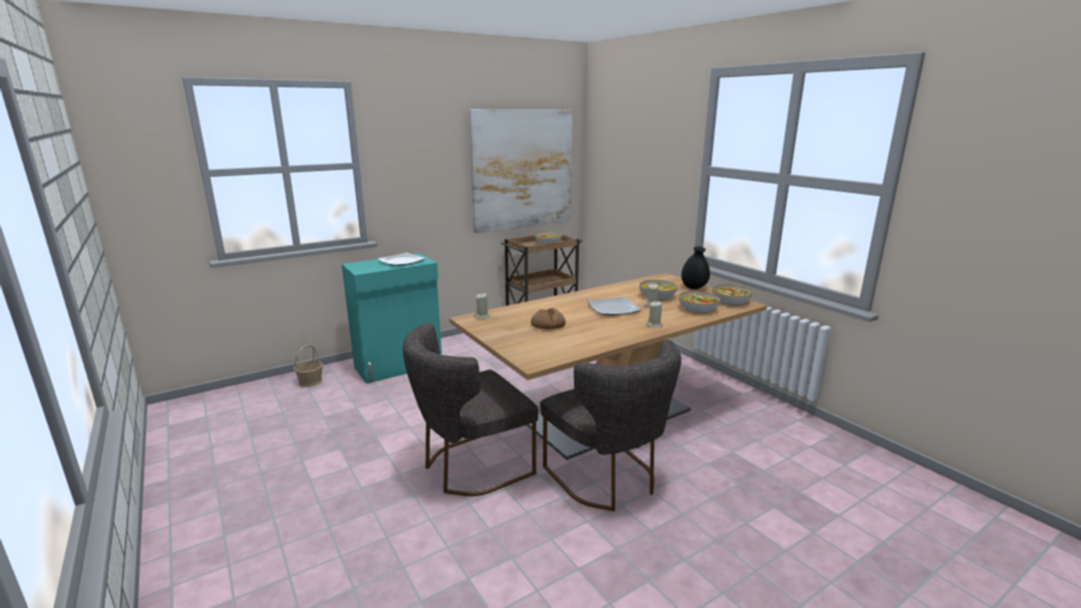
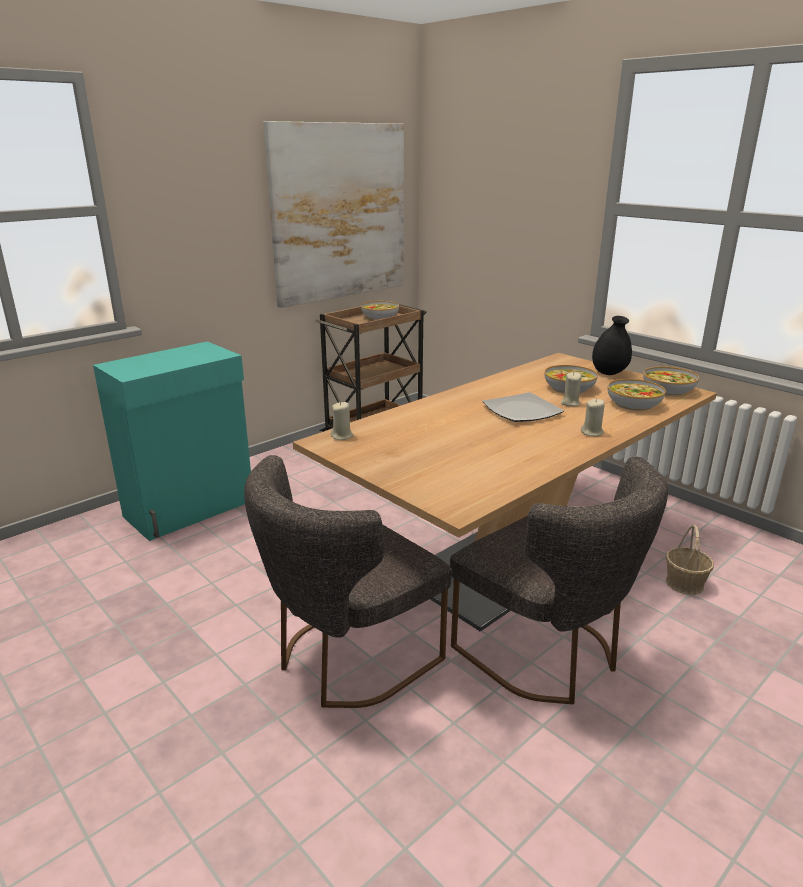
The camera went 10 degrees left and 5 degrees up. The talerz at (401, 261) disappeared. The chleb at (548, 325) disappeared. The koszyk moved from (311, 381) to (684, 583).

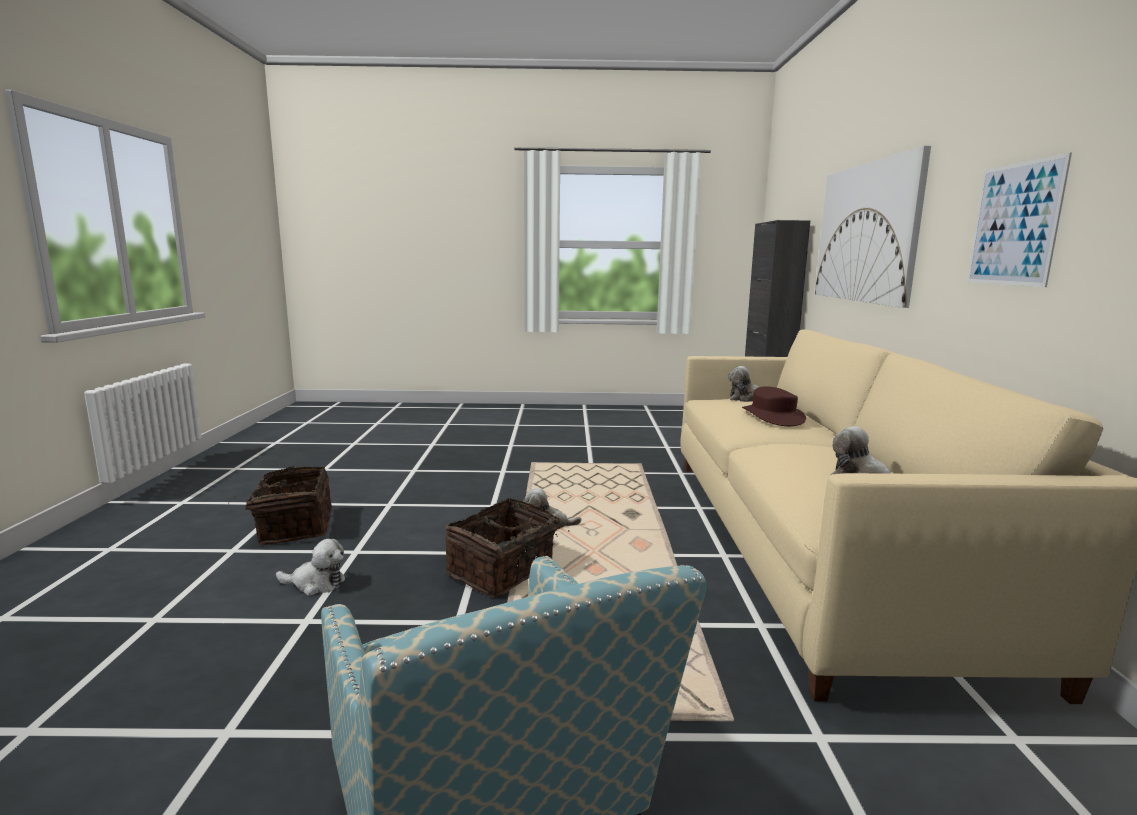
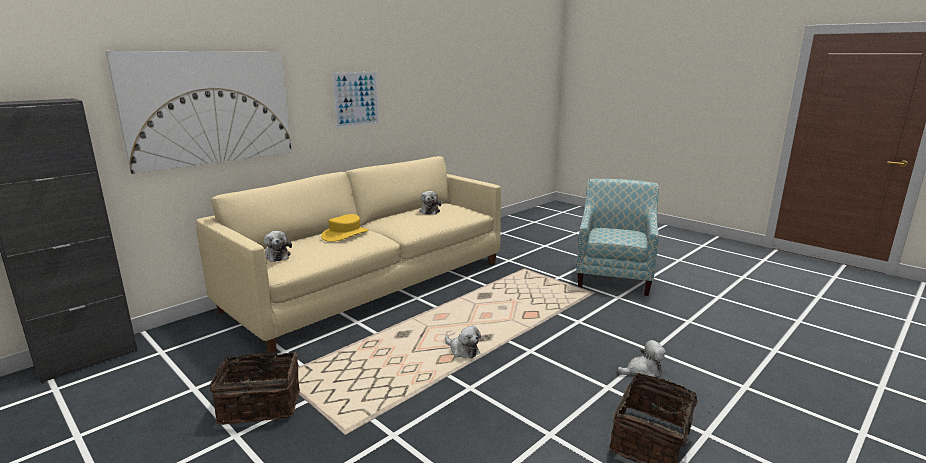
The camera went 135 degrees left and 5 degrees up. The kapelusz [brązowy] at (773, 416) became the kapelusz [żółty] at (345, 234). The koszyk moved from (503, 571) to (261, 405). The pluszak at (316, 584) turned 120 degrees clockwise.

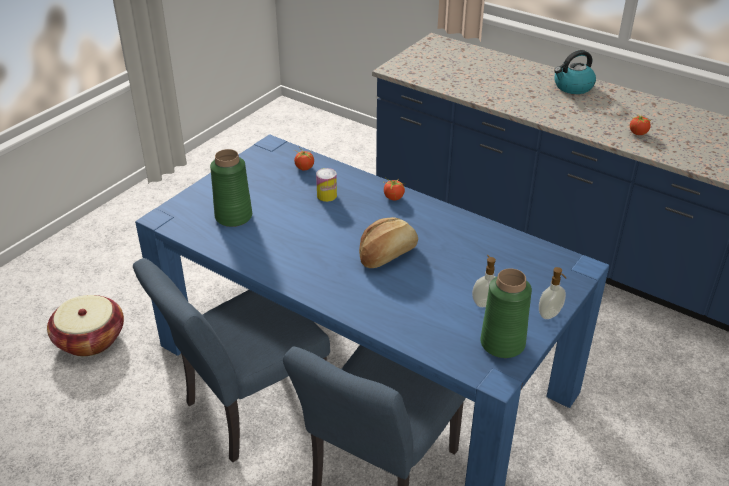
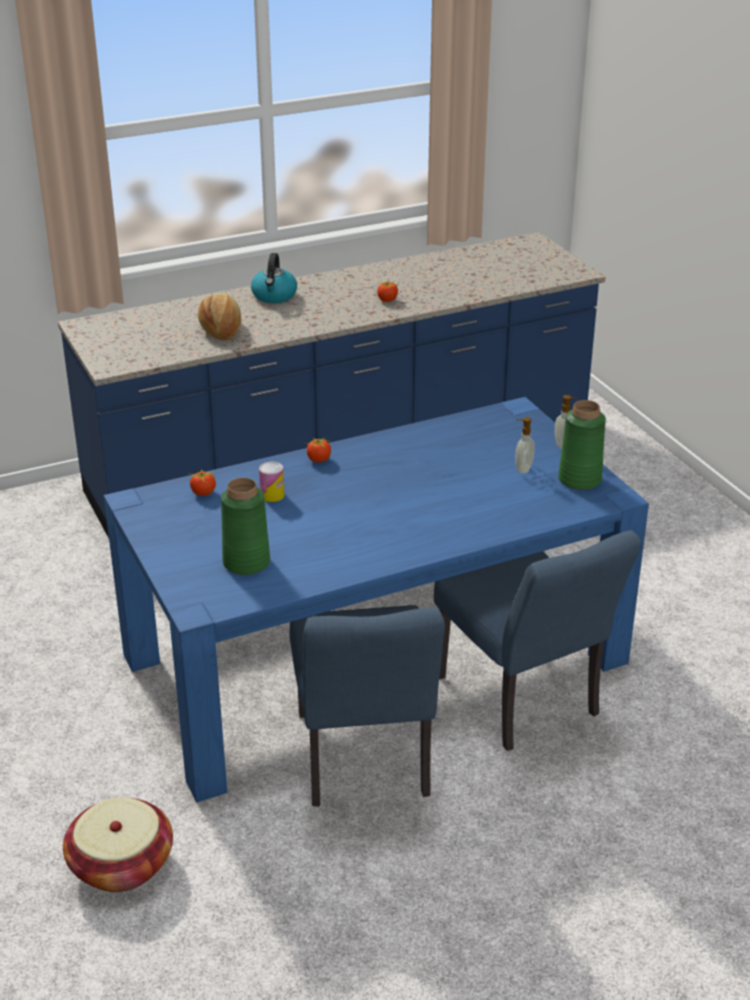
The camera went 60 degrees left and 5 degrees down. The chleb moved from (387, 254) to (221, 329).

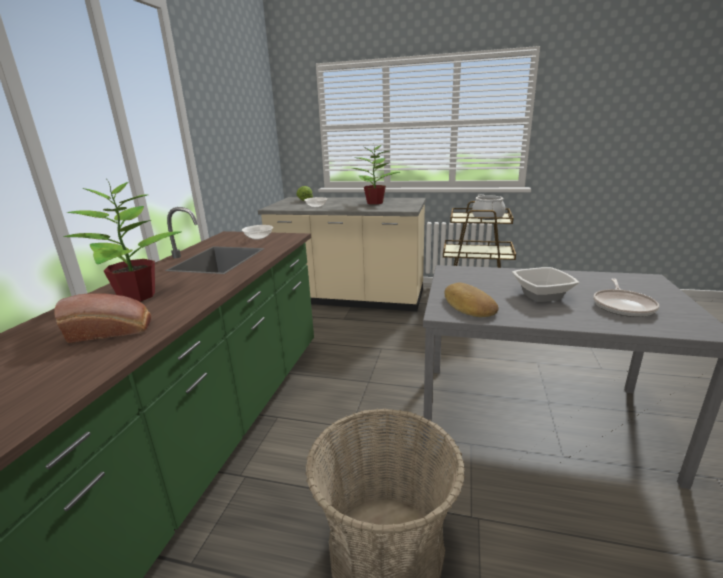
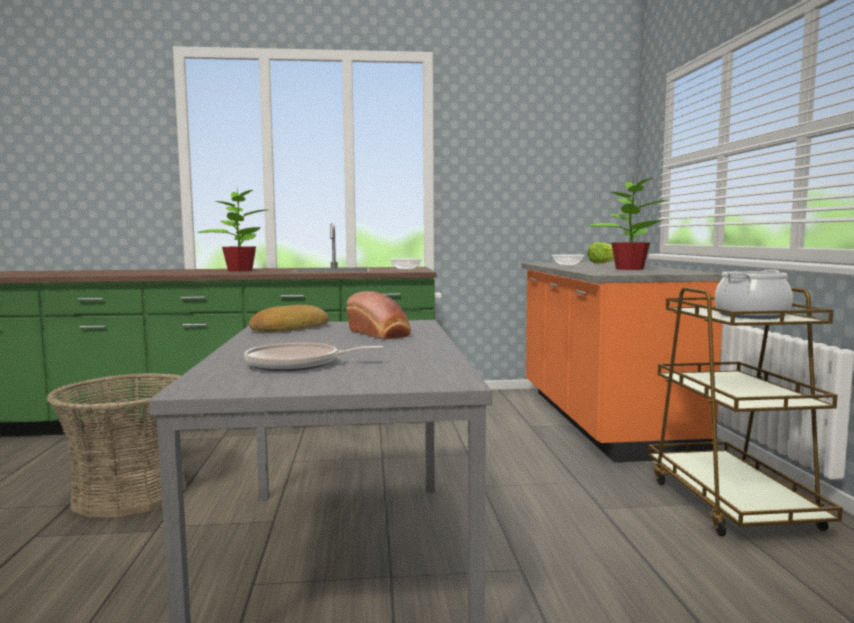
The camera went 70 degrees right and 15 degrees down. The zabudowa kuchenna [beżowy] at (349, 298) became the zabudowa kuchenna [pomarańczowy] at (600, 420). The miska at (542, 296) disappeared. The chleb moved from (113, 331) to (380, 334).

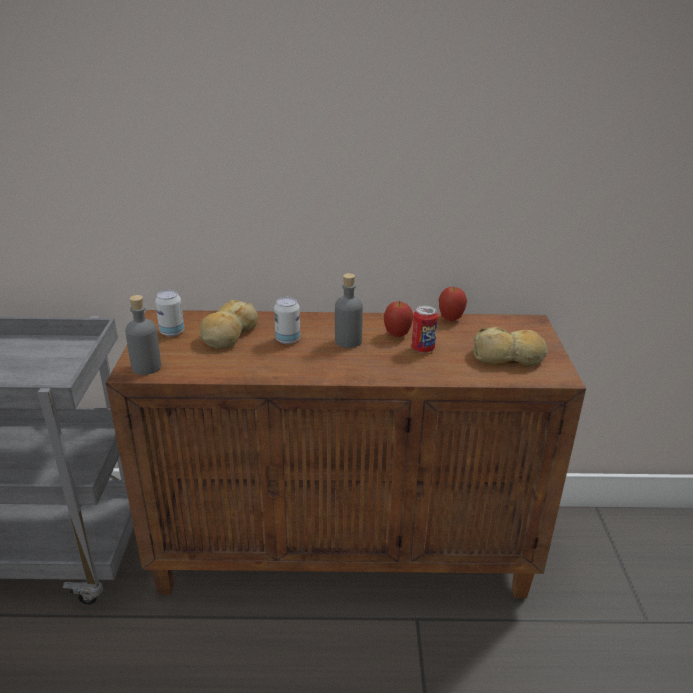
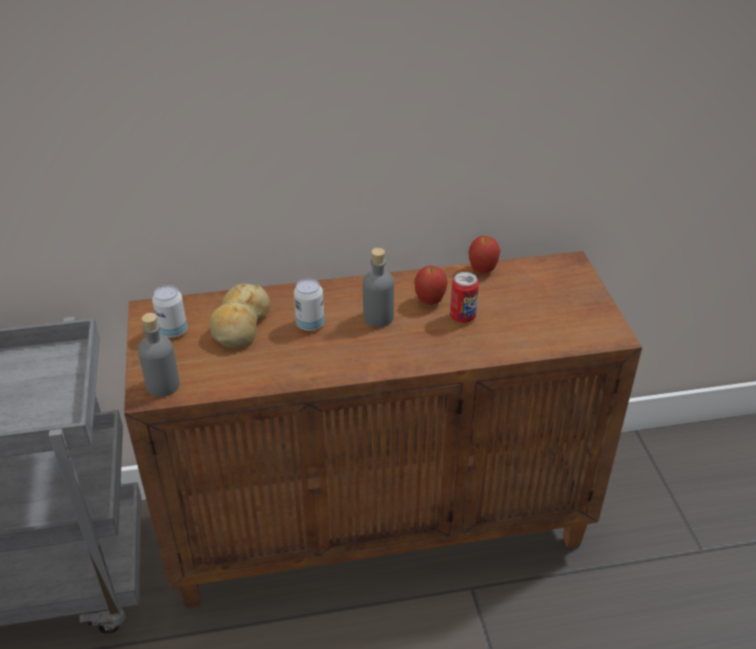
The camera went 10 degrees left and 10 degrees up. The chleb at (509, 357) disappeared.

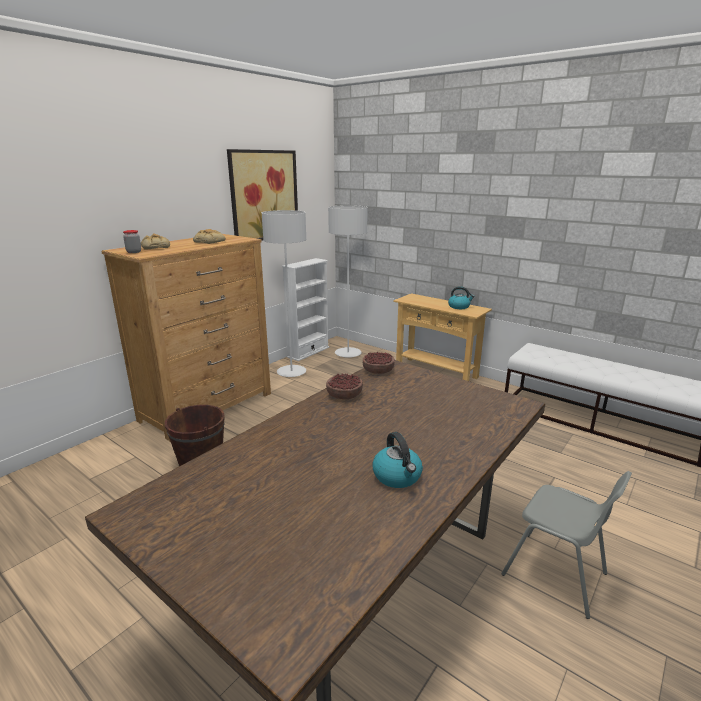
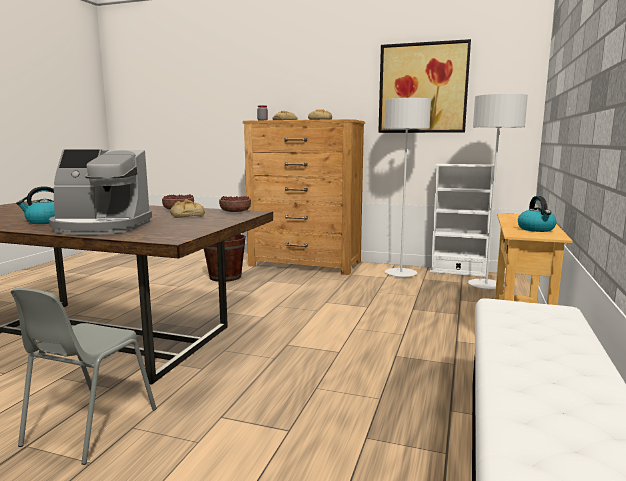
The camera went 70 degrees right and 10 degrees down. The ekspres do kawy at (101, 227) appeared. The chleb at (187, 215) appeared.

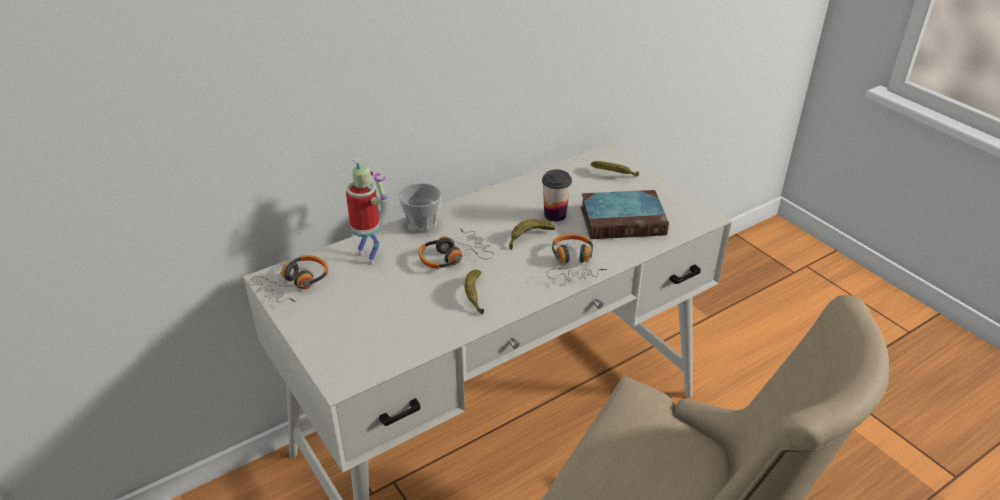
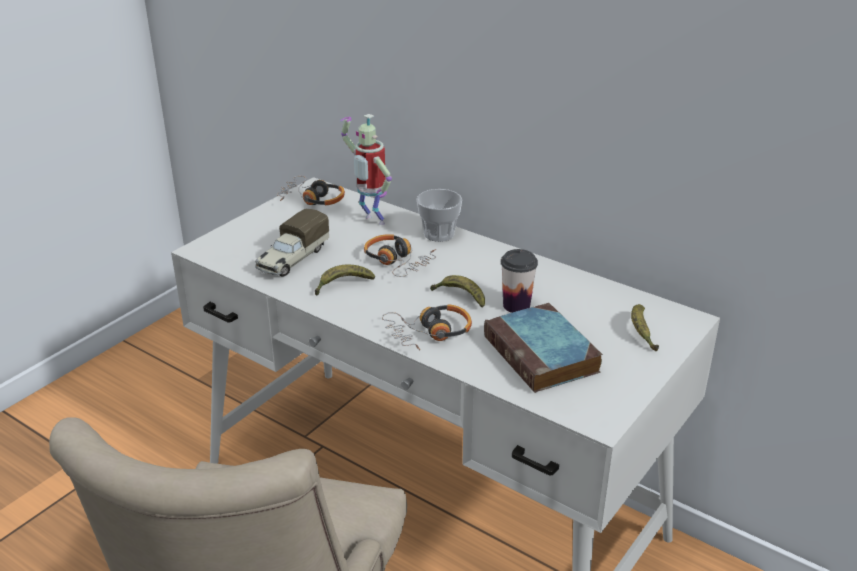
The camera went 70 degrees right and 5 degrees down. The robot zabawkowy at (370, 257) turned 105 degrees clockwise. The ciężarówka zabawkowa at (292, 259) appeared.

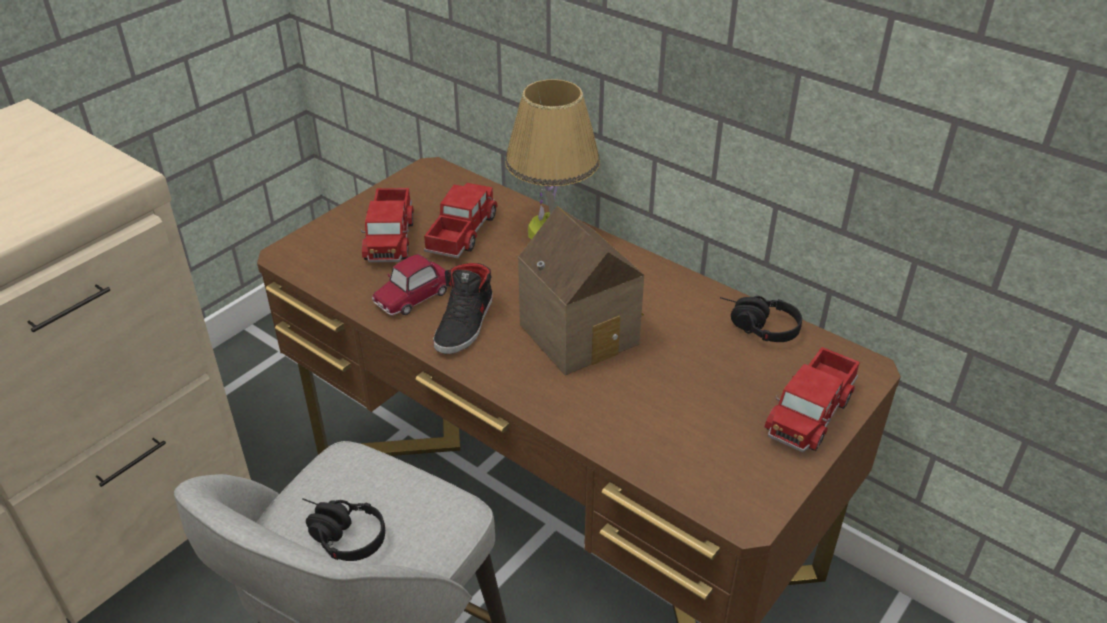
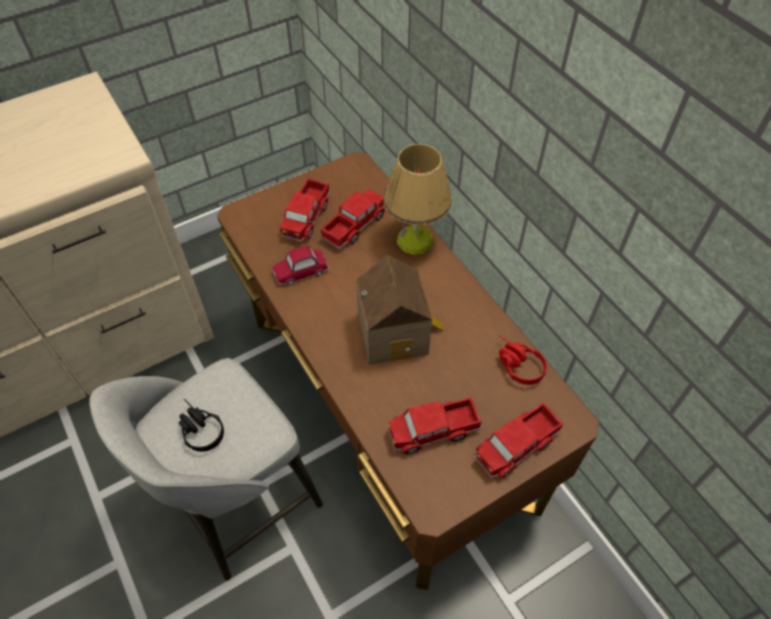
The camera went 20 degrees right and 15 degrees up. The but [czarny] at (465, 324) disappeared. The słuchawki [czarny] at (756, 327) became the słuchawki [czerwony] at (515, 364). The ciężarówka zabawkowa at (433, 431) appeared.

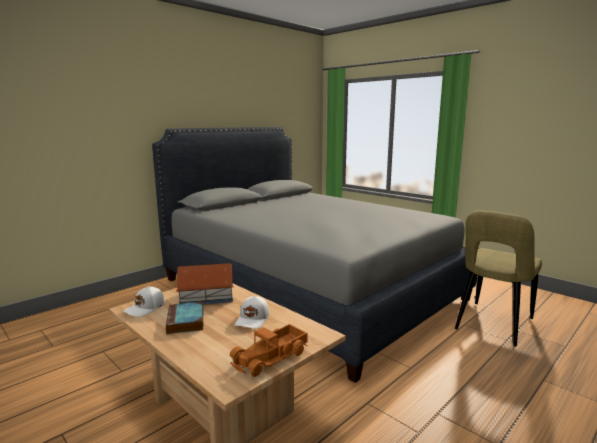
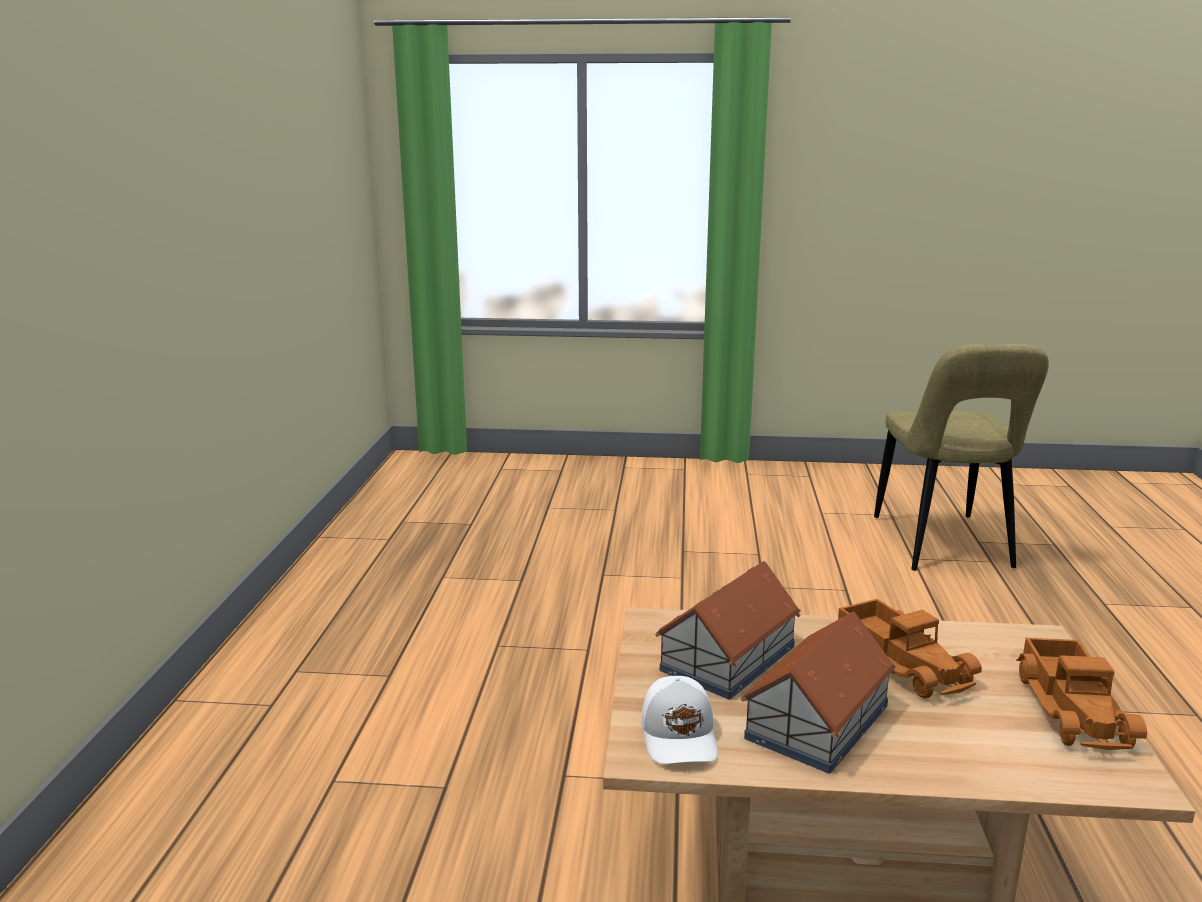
The camera went 40 degrees left and 5 degrees up. The łóżko [szary] at (308, 289) disappeared. The czapka z daszkiem [biały] at (253, 319) was replaced by the ciężarówka zabawkowa at (904, 662). The książka at (186, 321) was replaced by the domek at (819, 721).

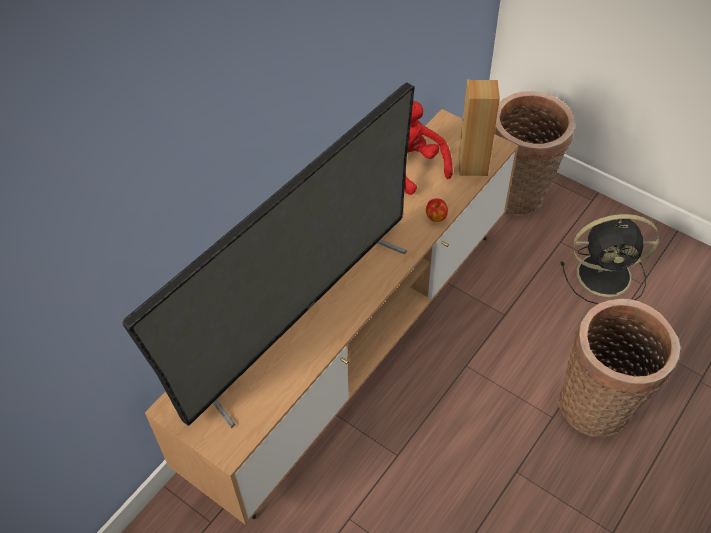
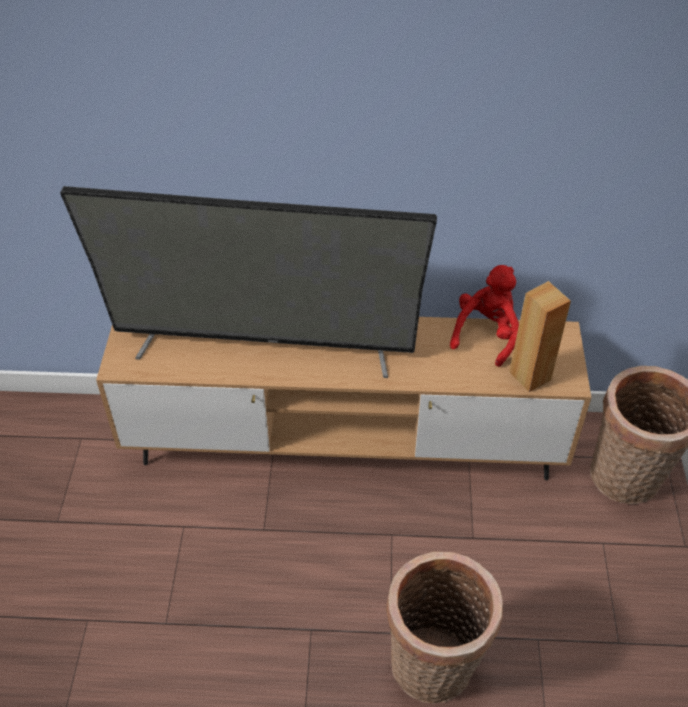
The camera went 55 degrees right and 5 degrees down. The jabłko at (436, 217) disappeared. The wentylator [czarny] at (606, 275) disappeared.

